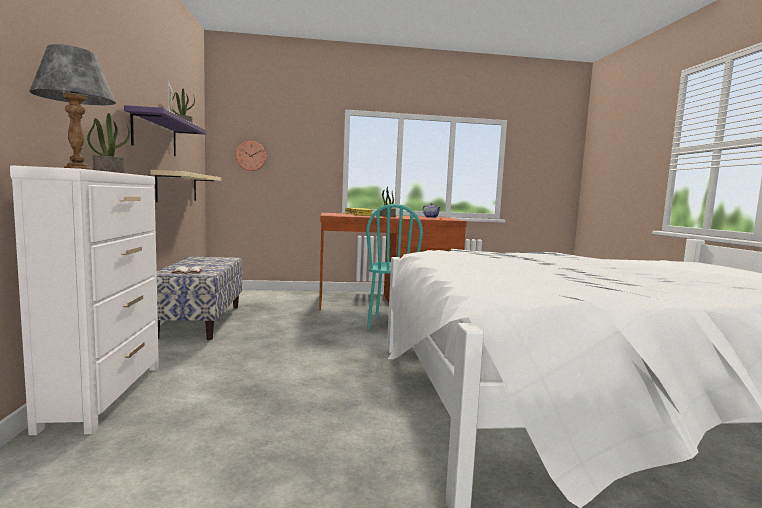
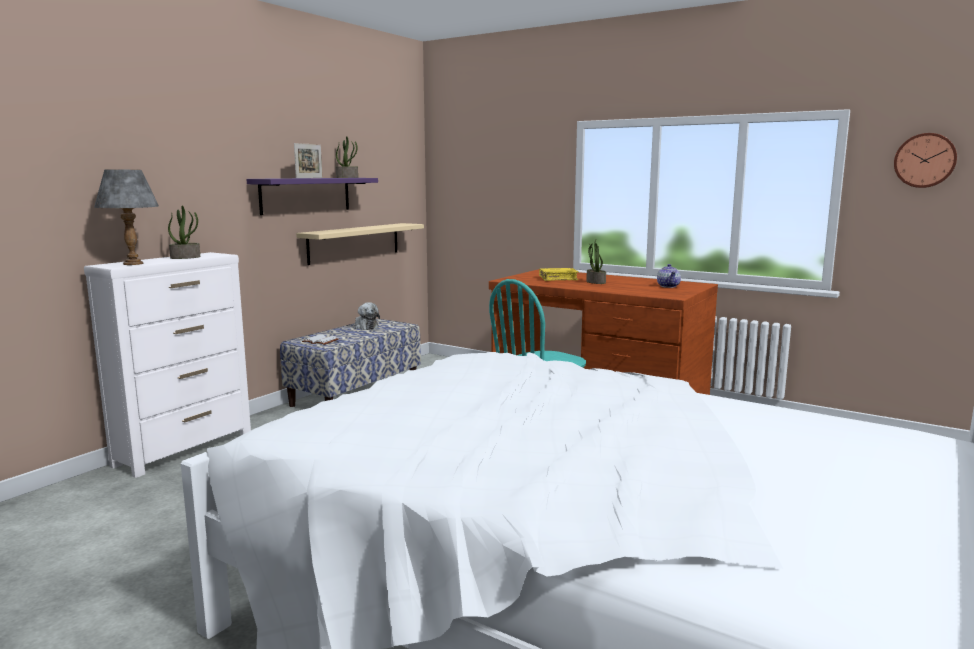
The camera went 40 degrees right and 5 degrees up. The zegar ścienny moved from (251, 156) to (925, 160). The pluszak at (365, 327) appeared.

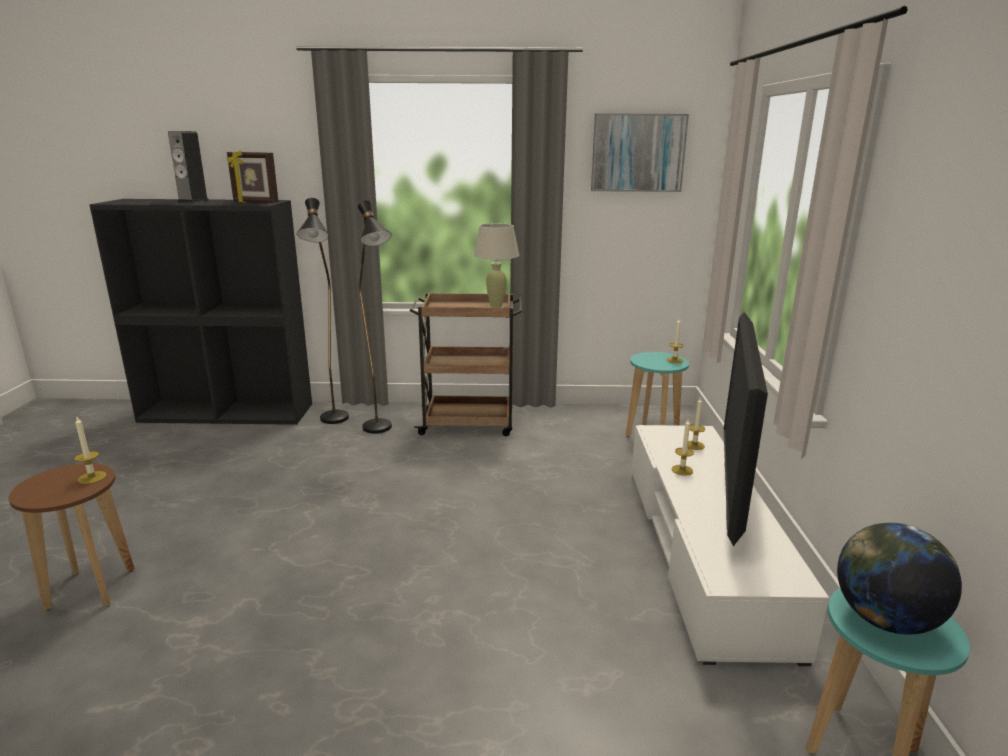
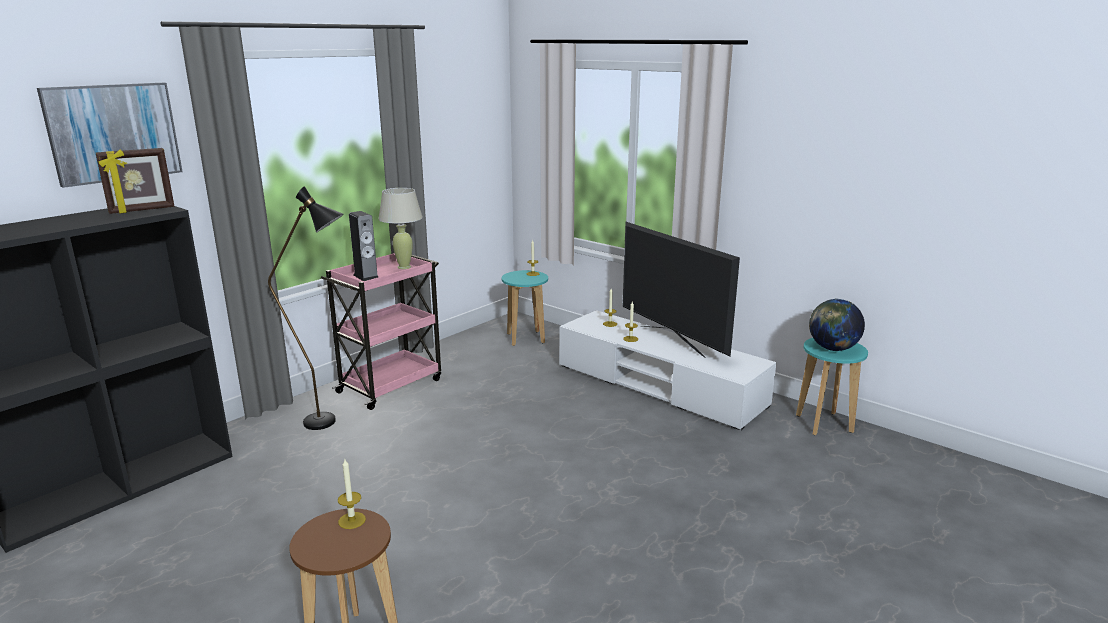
The camera went 50 degrees left and 0 degrees up. The obraz moved from (638, 153) to (113, 132). The głośnik moved from (193, 201) to (366, 276). The lampa stojąca [czarny] at (334, 422) disappeared. The wózek [brązowy] at (469, 423) became the wózek [różowy] at (391, 385).

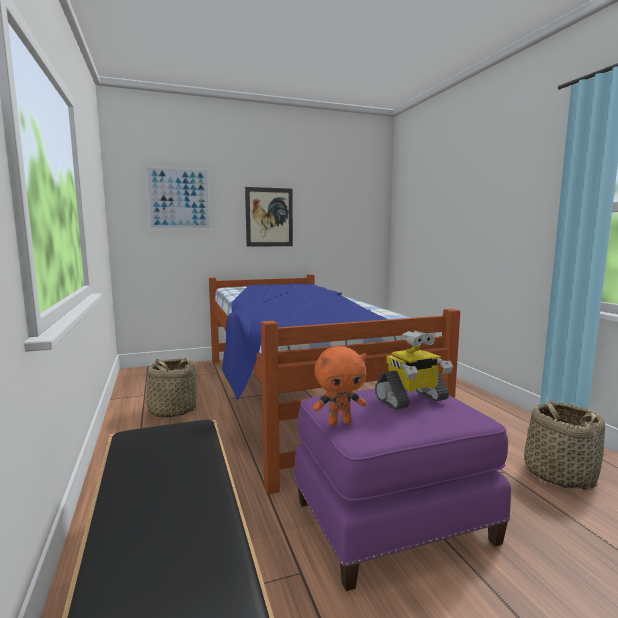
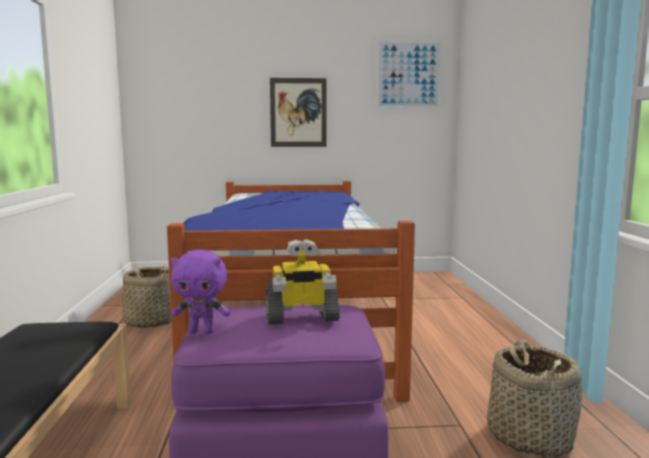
The camera went 15 degrees right and 0 degrees up. The obraz moved from (179, 198) to (408, 75). The pluszak [pomarańczowy] at (339, 422) became the pluszak [fioletowy] at (202, 331).

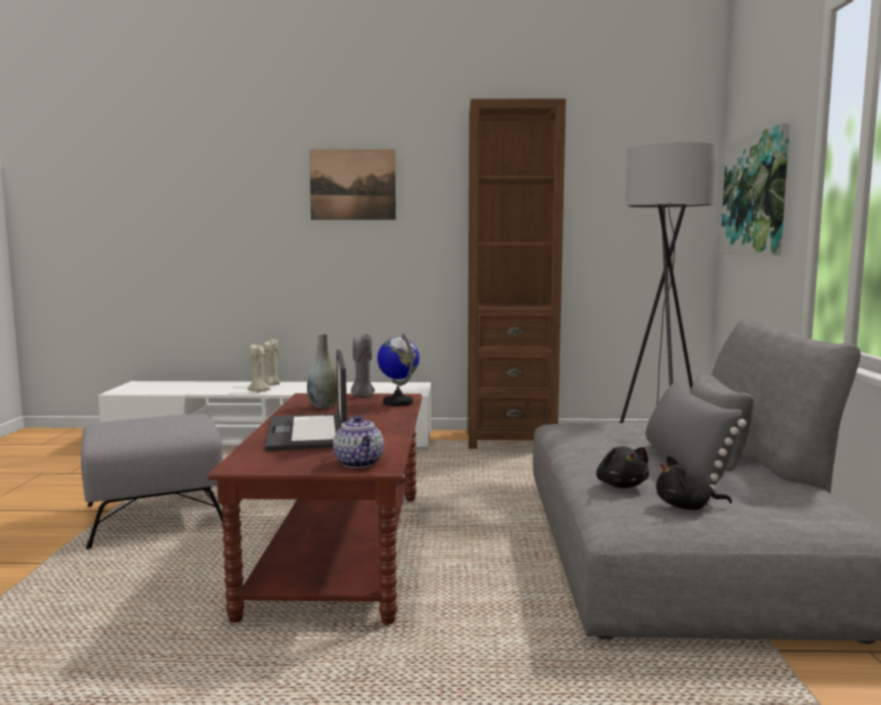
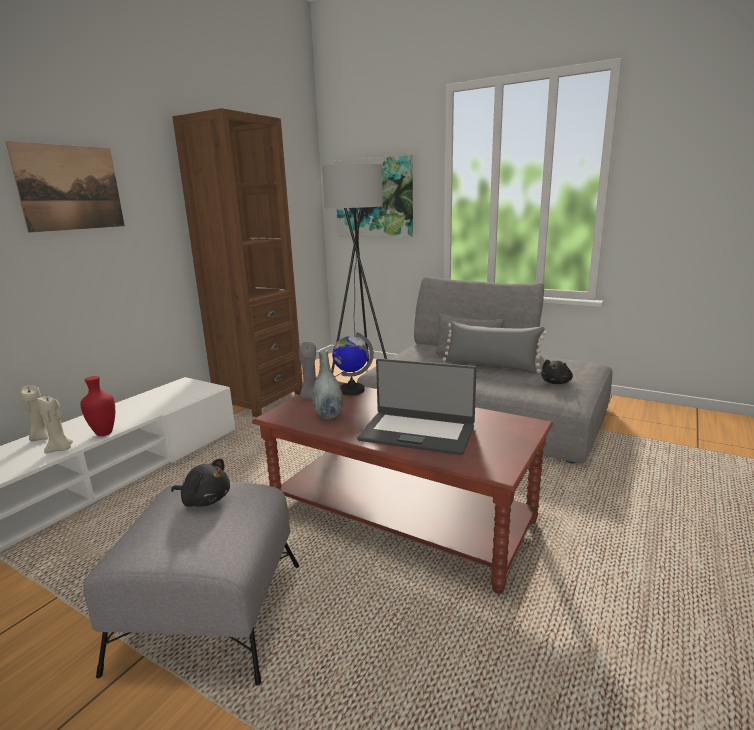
The camera went 60 degrees left and 10 degrees up. The imbryk at (359, 463) disappeared. The pluszak [czarny] moved from (621, 485) to (205, 500). The wazon [czerwony] at (103, 434) appeared.

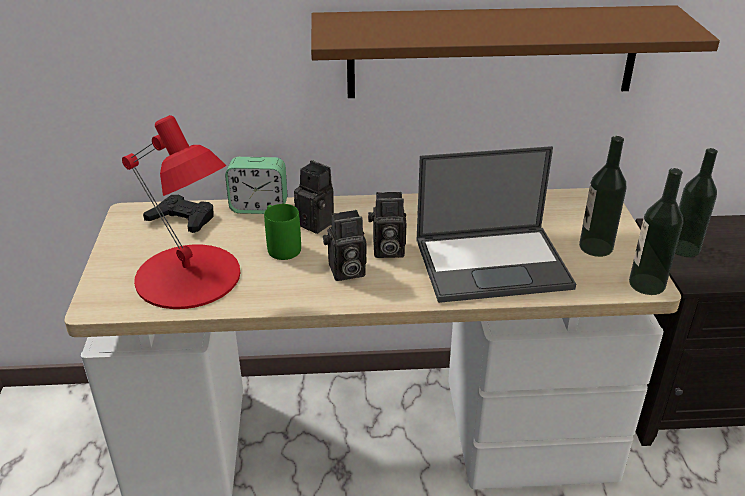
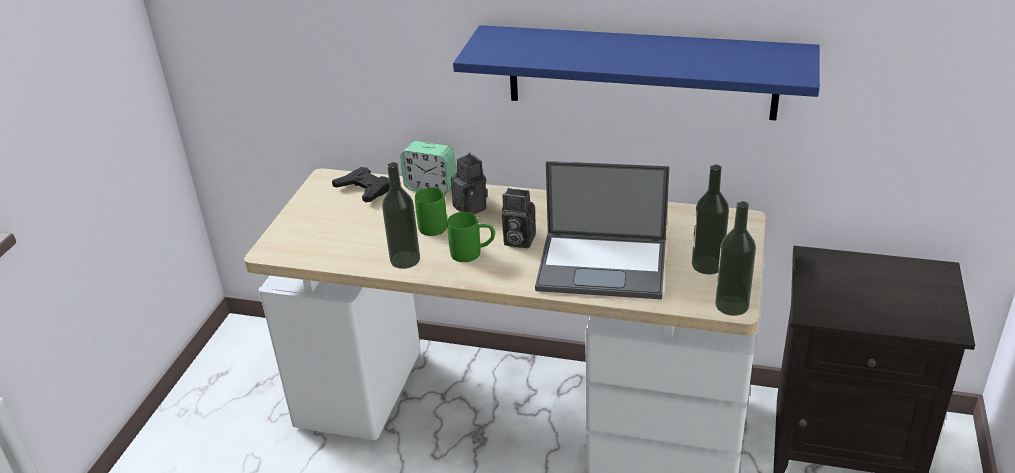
The camera went 20 degrees right and 0 degrees up. The półka [brązowy] at (492, 52) became the półka [niebieski] at (641, 72). The lampa stołowa [czerwony] at (188, 277) disappeared. The butelka moved from (684, 248) to (405, 260). The aparat fotograficzny at (345, 272) was replaced by the kubek [zielony] at (473, 253).

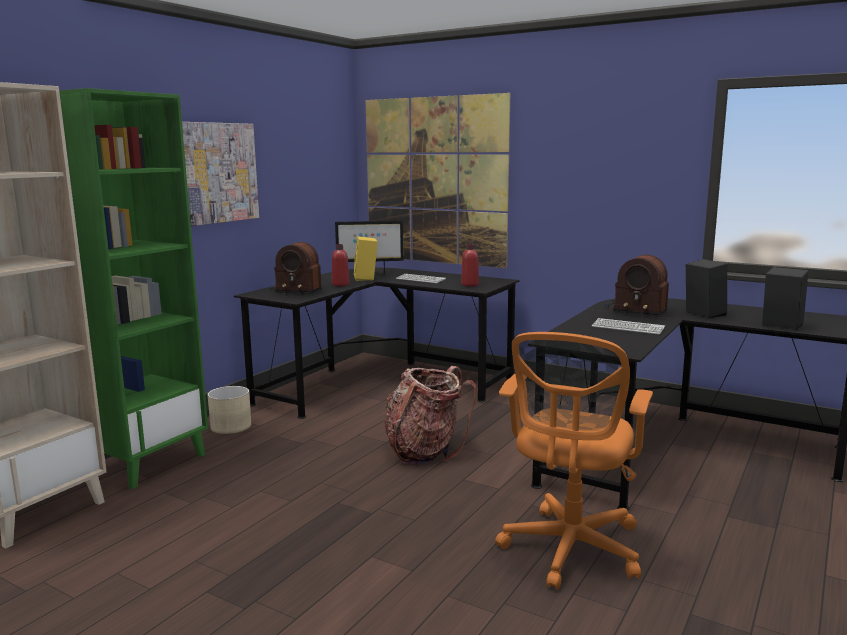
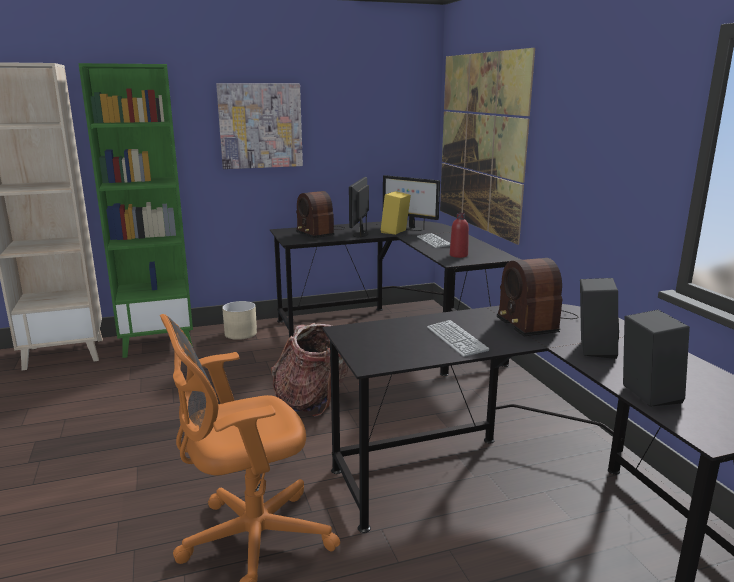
The camera went 40 degrees right and 5 degrees up. The butelka [czerwony] at (340, 284) was replaced by the monitor at (360, 234).

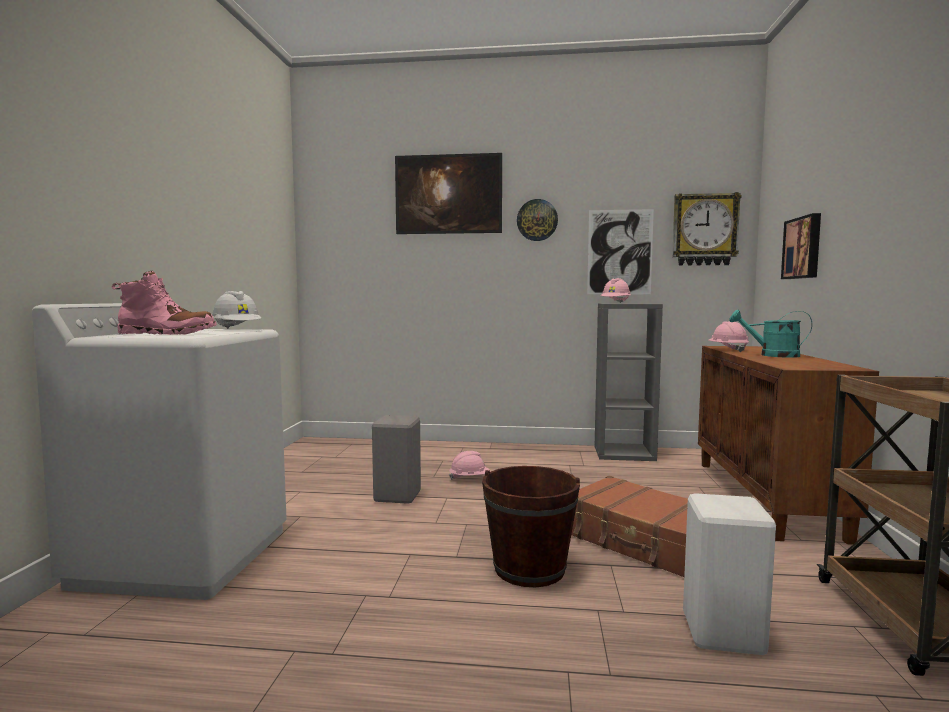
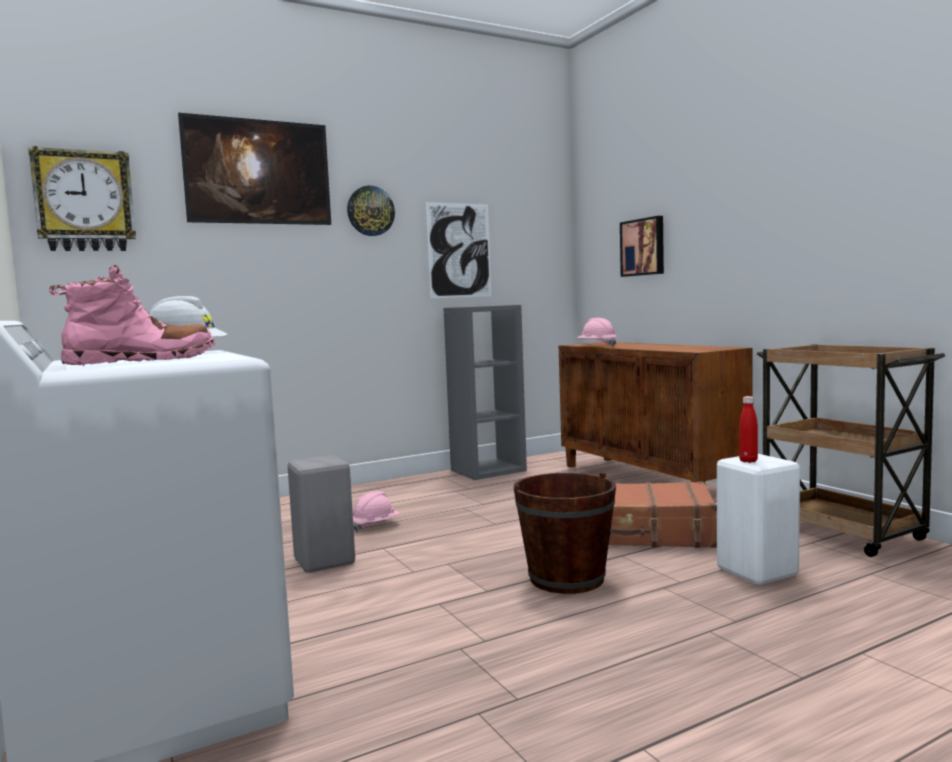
The camera went 35 degrees left and 0 degrees up. The zegar ścienny moved from (704, 230) to (84, 201). The kask [różowy] at (615, 303) disappeared. The konewka [turkusowy] at (772, 355) disappeared. The butelka [czerwony] at (748, 461) appeared.

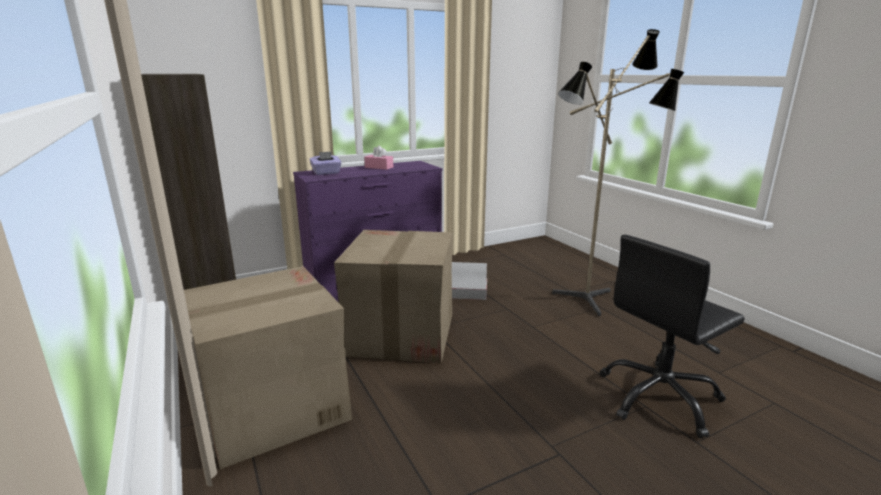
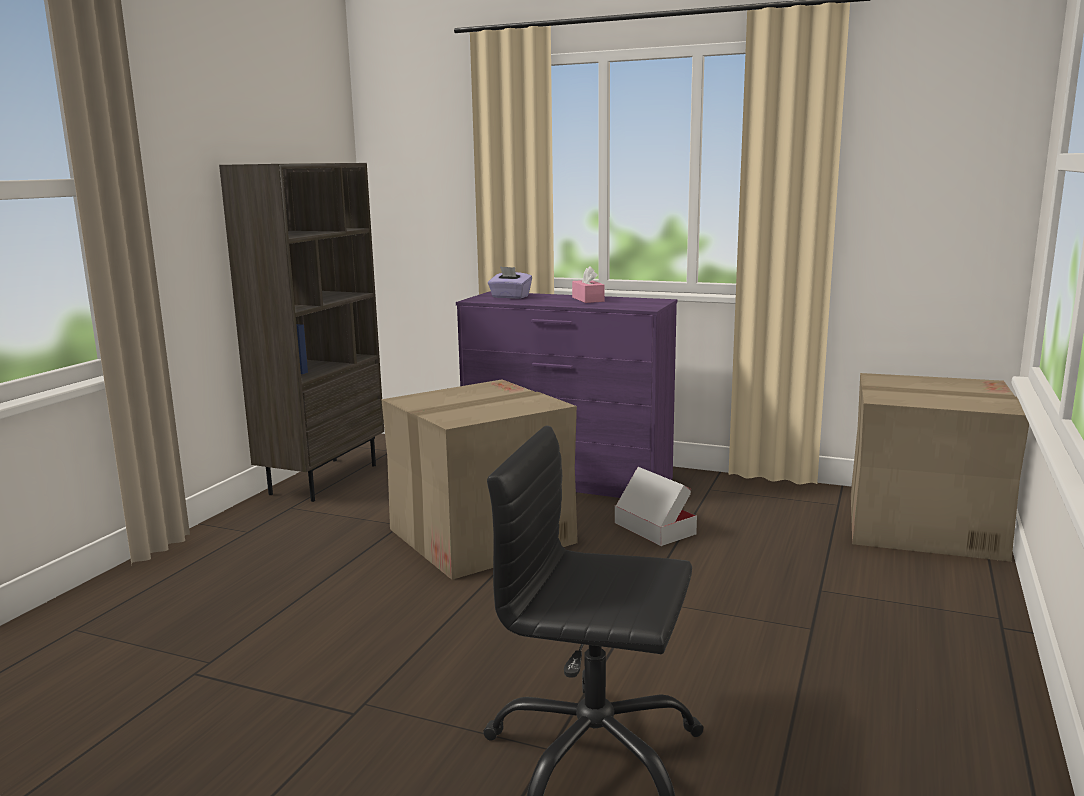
The camera went 50 degrees right and 5 degrees down. The lampa stojąca at (593, 302) disappeared. The karton moved from (272, 407) to (921, 524).

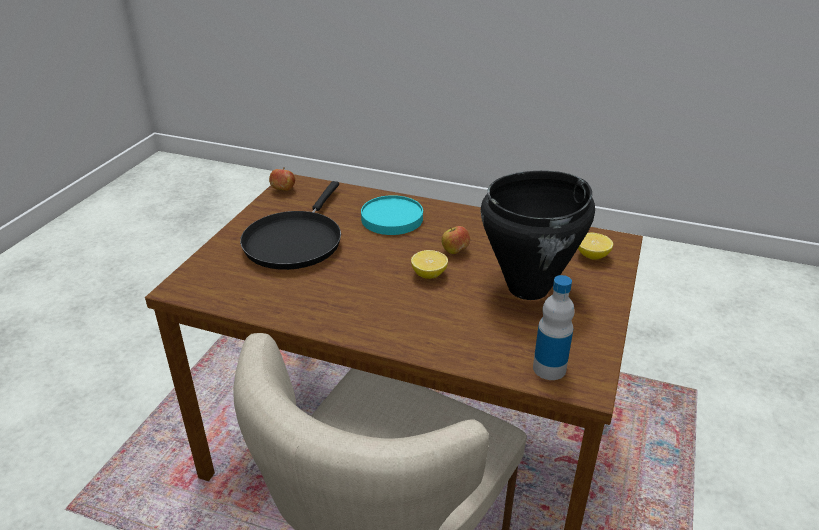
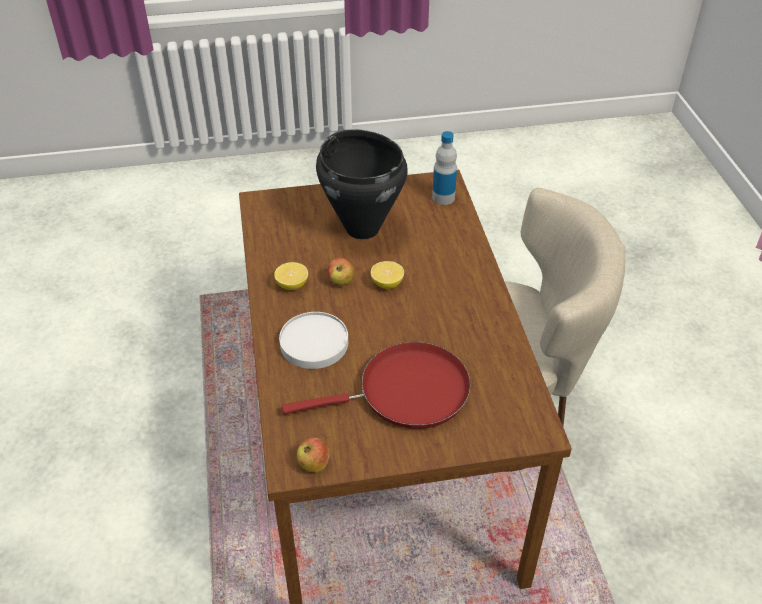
The camera went 120 degrees left and 10 degrees up. The patelnia [czarny] at (295, 241) became the patelnia [czerwony] at (406, 392). The talerz [turkusowy] at (392, 218) became the talerz [biały] at (313, 343). The cytryna moved from (592, 256) to (292, 285).

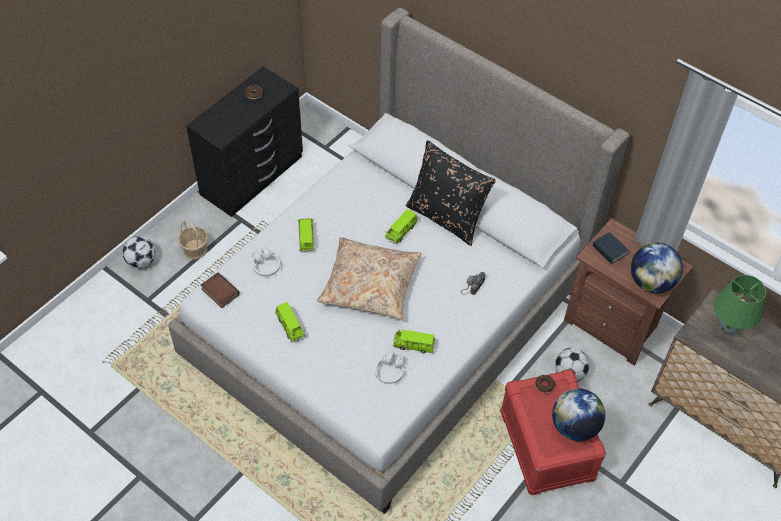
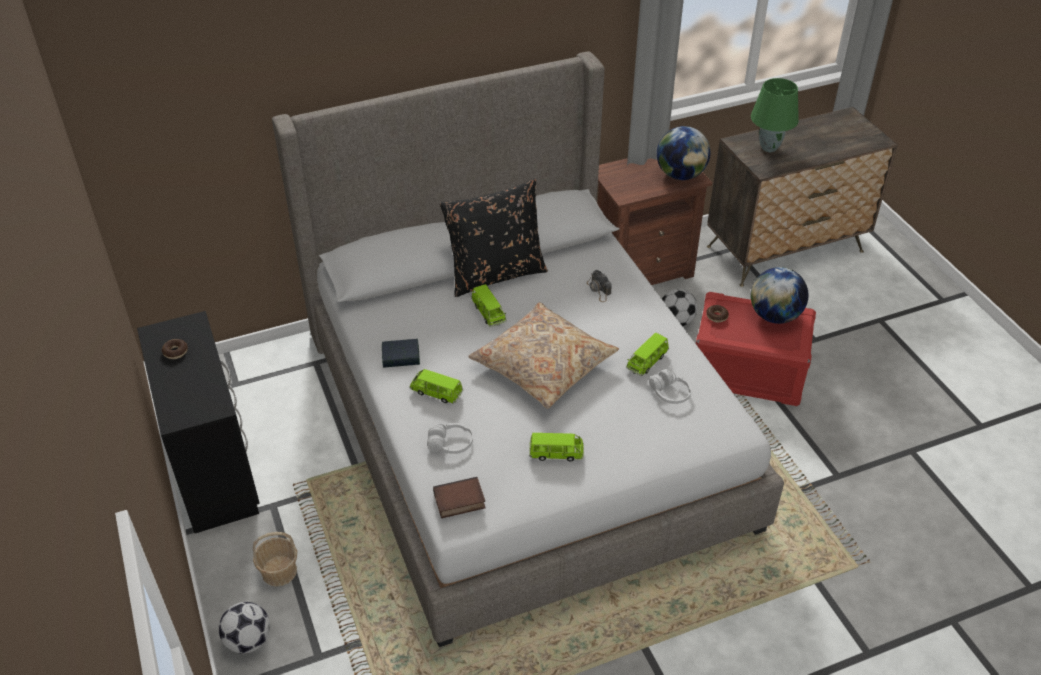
The camera went 60 degrees left and 10 degrees down. The książka moved from (609, 250) to (401, 357).

